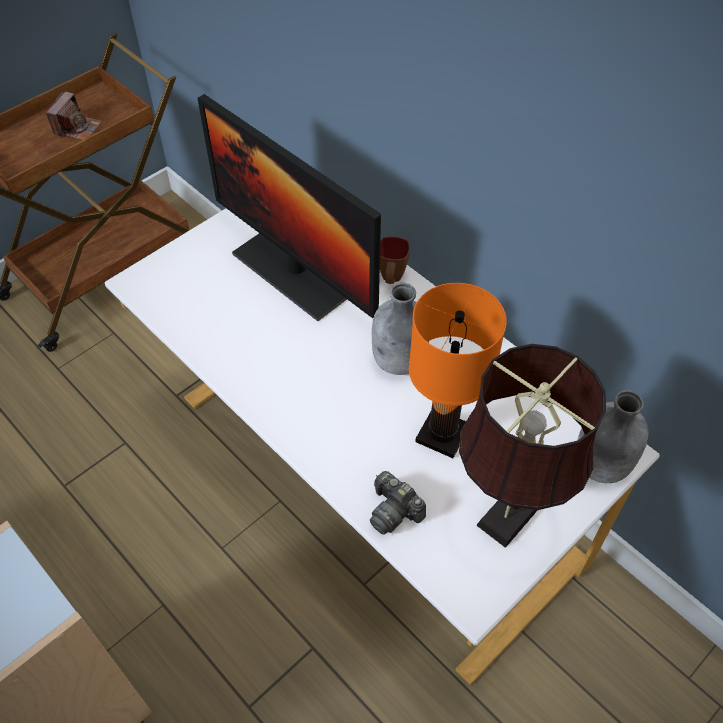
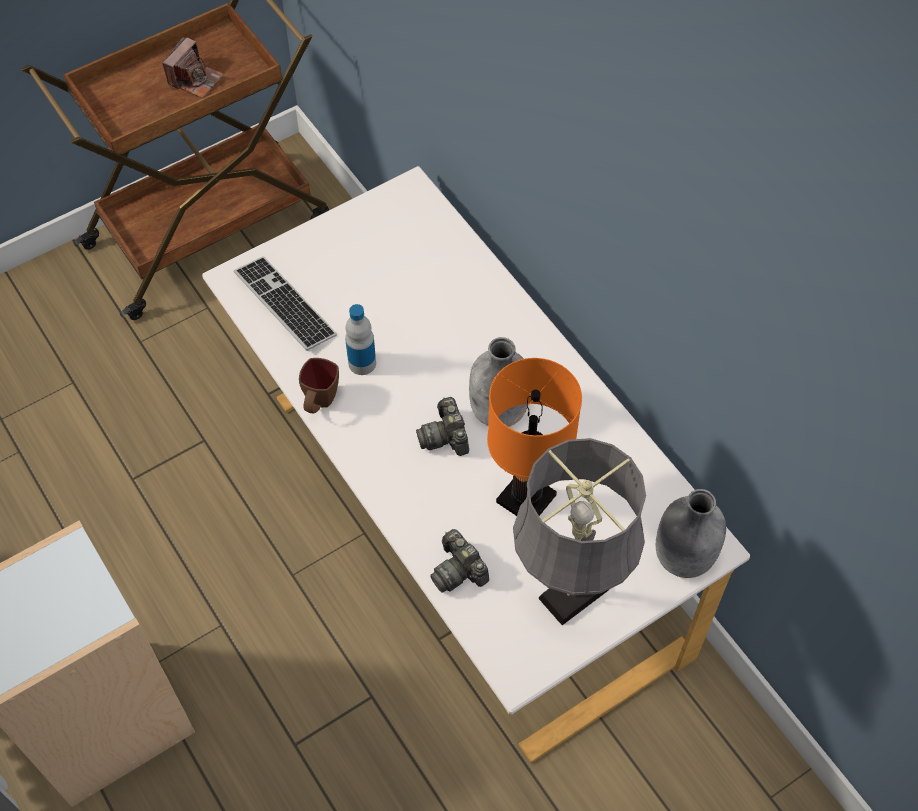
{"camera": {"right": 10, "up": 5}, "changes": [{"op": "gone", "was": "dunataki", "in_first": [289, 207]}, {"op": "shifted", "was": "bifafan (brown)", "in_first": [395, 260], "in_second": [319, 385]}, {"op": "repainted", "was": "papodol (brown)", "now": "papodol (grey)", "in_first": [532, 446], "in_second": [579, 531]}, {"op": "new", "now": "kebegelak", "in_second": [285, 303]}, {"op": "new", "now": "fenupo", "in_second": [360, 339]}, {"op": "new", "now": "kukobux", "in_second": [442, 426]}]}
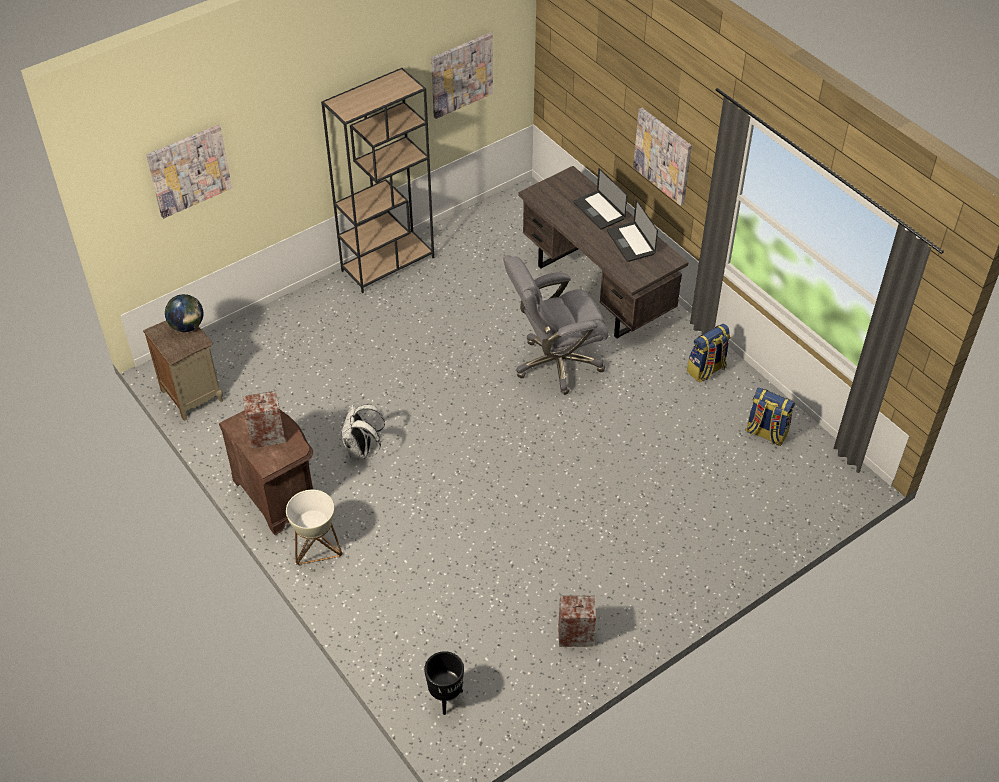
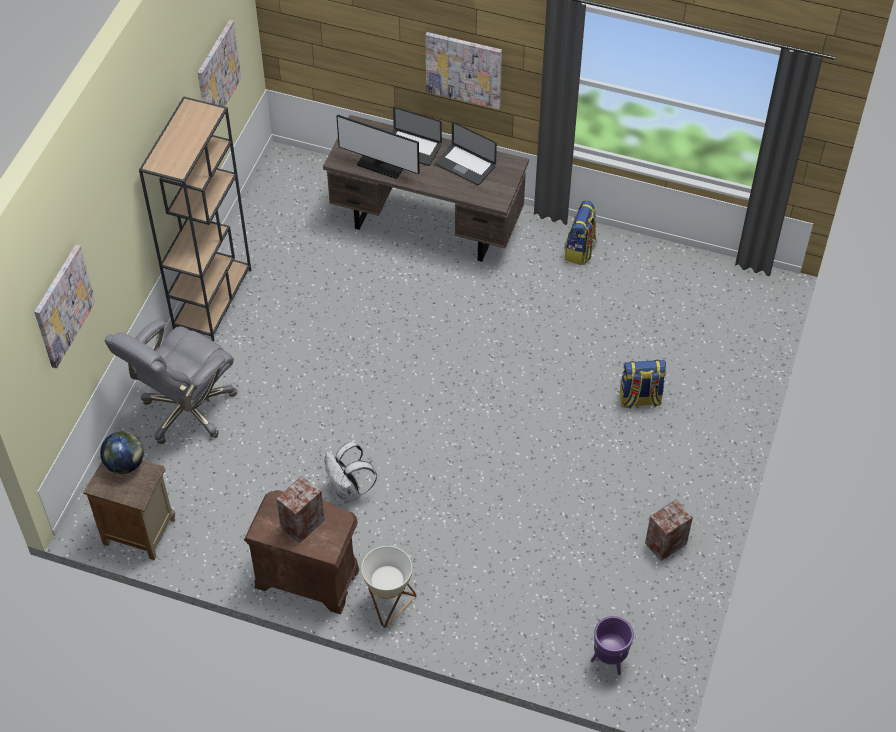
{"camera": {"right": -35, "up": 5}, "changes": [{"op": "shifted", "was": "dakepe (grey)", "in_first": [556, 325], "in_second": [171, 382]}, {"op": "shifted", "was": "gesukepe", "in_first": [770, 416], "in_second": [643, 384]}, {"op": "repainted", "was": "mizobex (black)", "now": "mizobex (purple)", "in_first": [444, 683], "in_second": [612, 645]}, {"op": "new", "now": "dunataki", "in_second": [378, 146]}]}
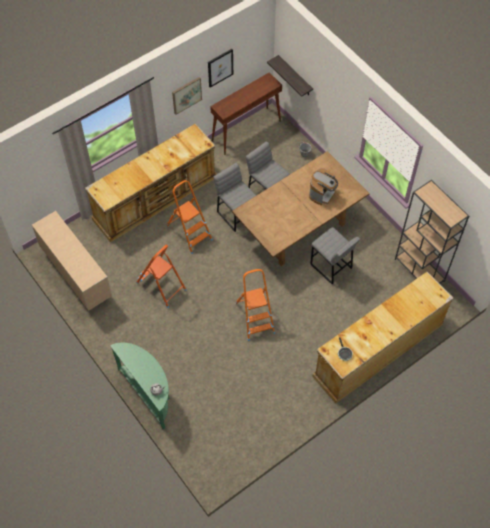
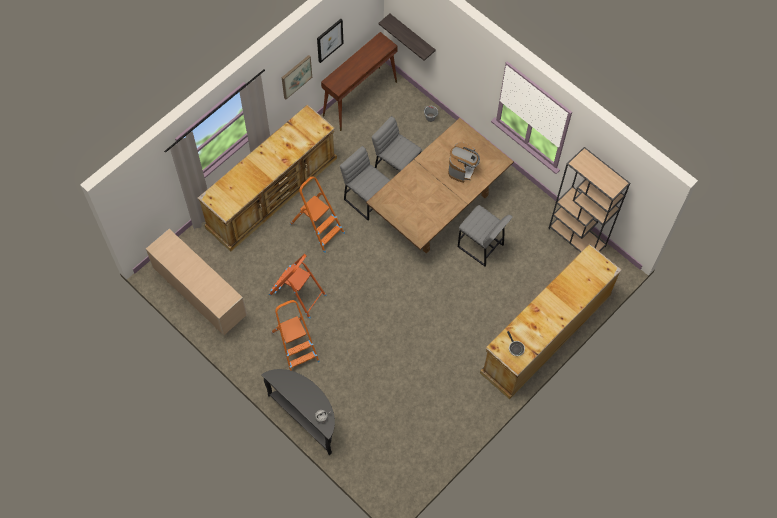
{"camera": {"right": -10, "up": 5}, "changes": [{"op": "shifted", "was": "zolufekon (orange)", "in_first": [255, 305], "in_second": [295, 335]}, {"op": "repainted", "was": "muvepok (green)", "now": "muvepok (black)", "in_first": [140, 386], "in_second": [298, 412]}]}
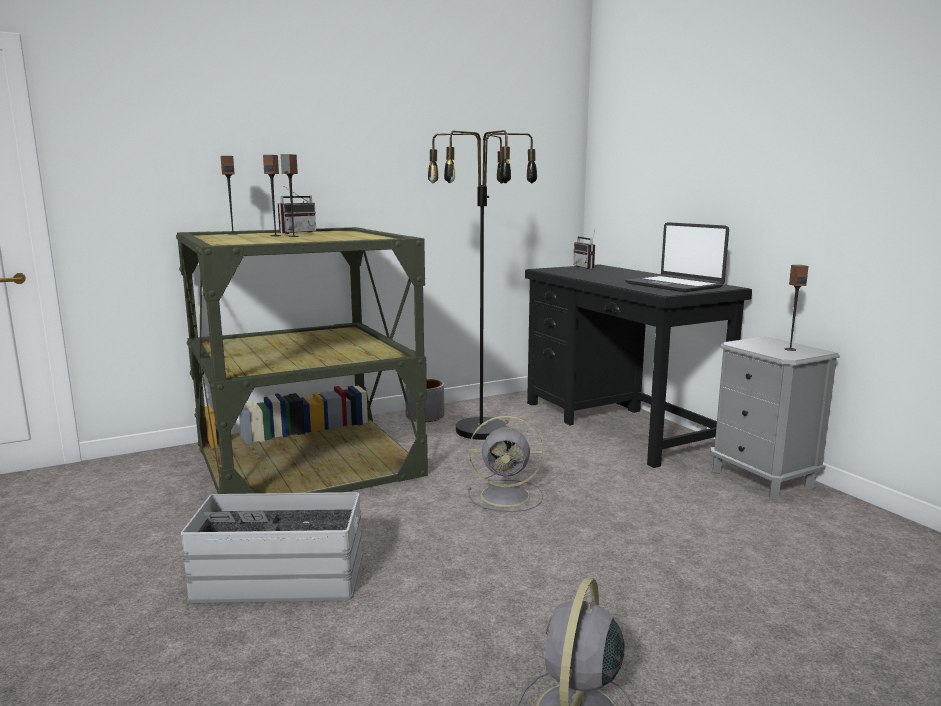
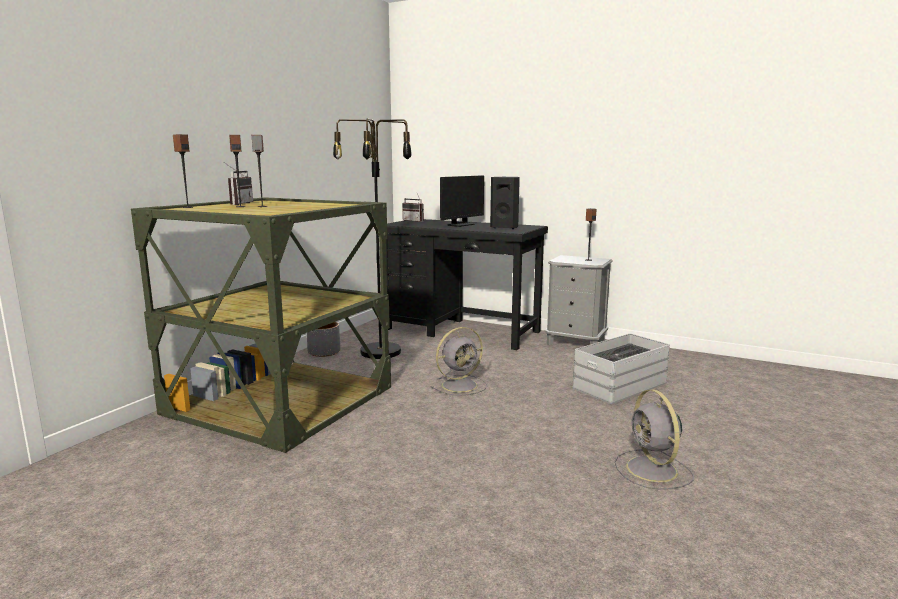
{"camera": {"right": -35, "up": 0}, "changes": [{"op": "swapped", "was": "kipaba", "now": "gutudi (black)", "in_first": [677, 257], "in_second": [505, 203]}, {"op": "shifted", "was": "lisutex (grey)", "in_first": [272, 547], "in_second": [621, 369]}, {"op": "new", "now": "dunataki", "in_second": [462, 201]}]}
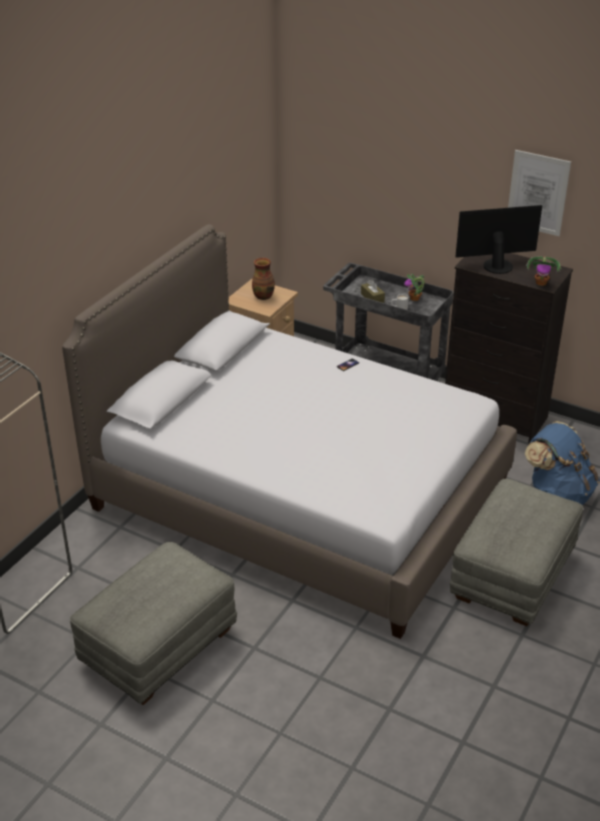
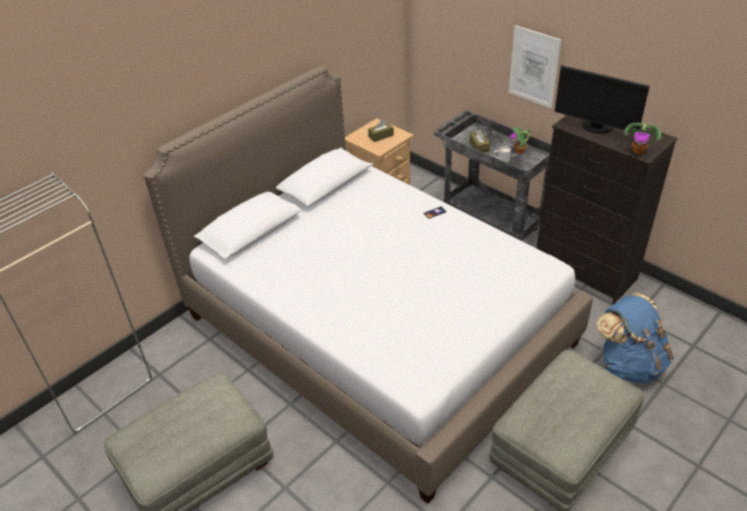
{"camera": {"right": 15, "up": 5}, "changes": [{"op": "shifted", "was": "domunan", "in_first": [539, 193], "in_second": [535, 66]}, {"op": "rotated", "was": "dunataki", "in_first": [499, 239], "in_second": [602, 99], "clockwise": -150}, {"op": "swapped", "was": "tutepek", "now": "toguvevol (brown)", "in_first": [263, 279], "in_second": [381, 131]}]}
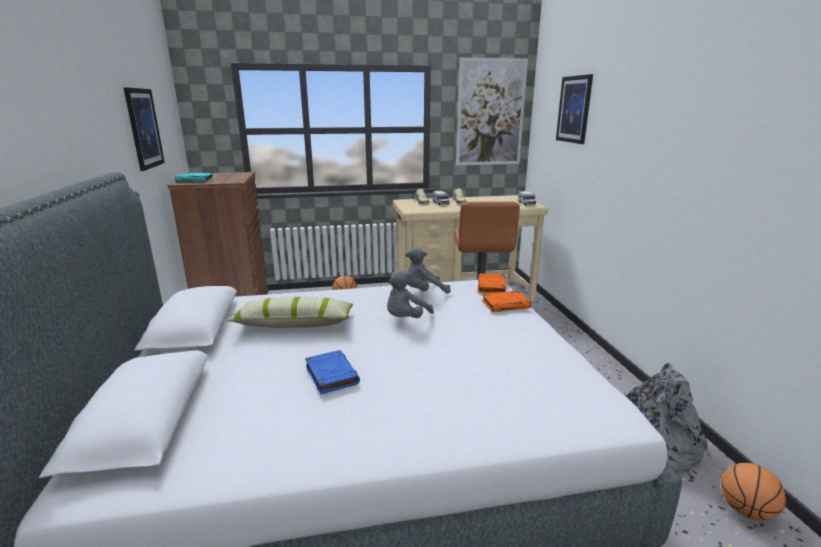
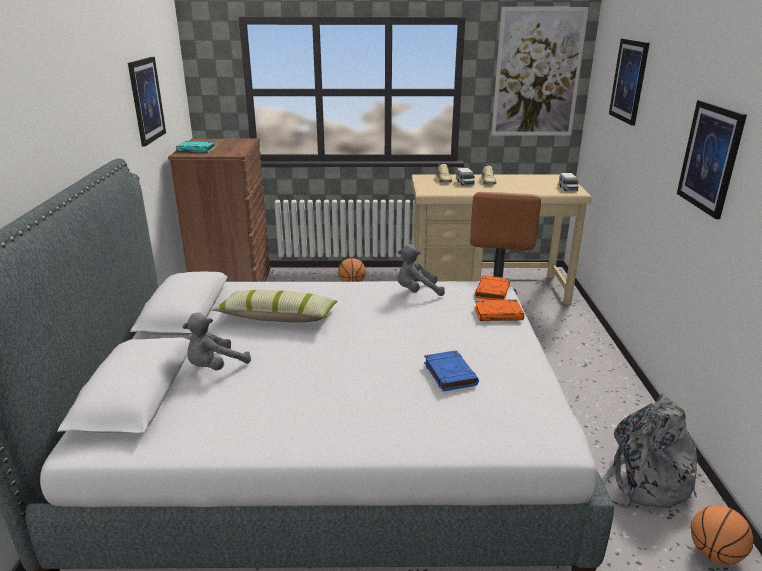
{"camera": {"right": 10, "up": 5}, "changes": [{"op": "shifted", "was": "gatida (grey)", "in_first": [410, 294], "in_second": [216, 341]}, {"op": "shifted", "was": "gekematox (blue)", "in_first": [332, 372], "in_second": [451, 370]}, {"op": "new", "now": "domunan", "in_second": [712, 159]}]}
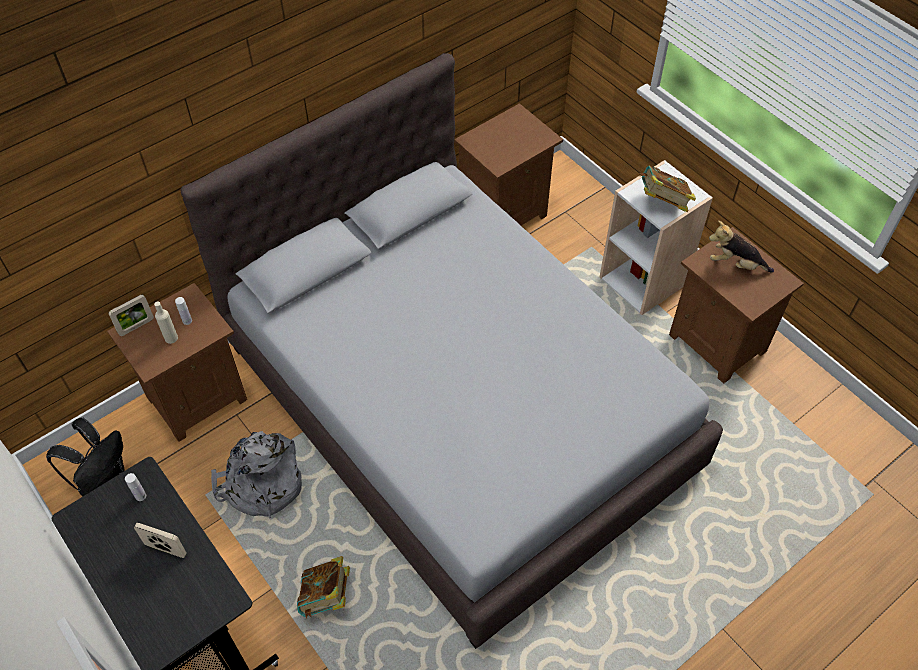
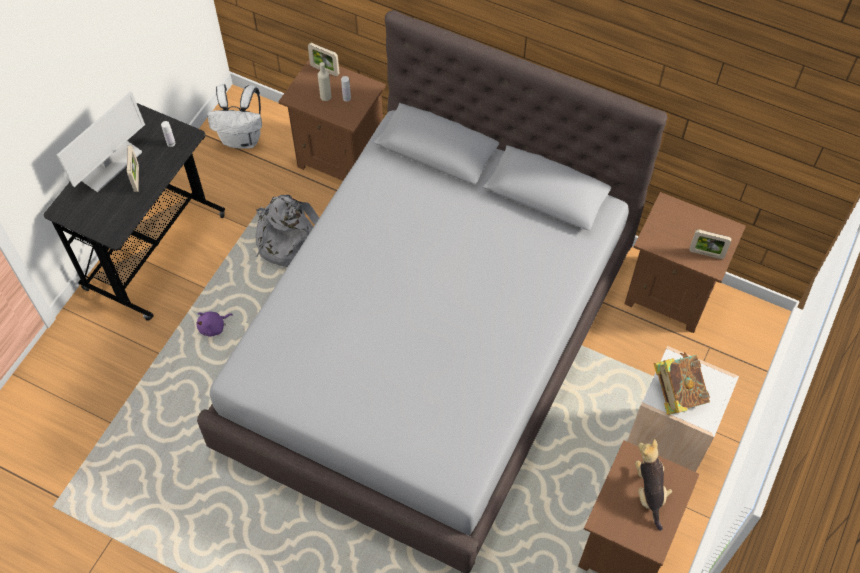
{"camera": {"right": 65, "up": 5}, "changes": [{"op": "repainted", "was": "gesukepe (black)", "now": "gesukepe (white)", "in_first": [85, 456], "in_second": [234, 116]}, {"op": "swapped", "was": "gekematox", "now": "gatida (purple)", "in_first": [323, 587], "in_second": [214, 324]}, {"op": "new", "now": "dunataki", "in_second": [101, 142]}, {"op": "new", "now": "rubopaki", "in_second": [710, 244]}]}
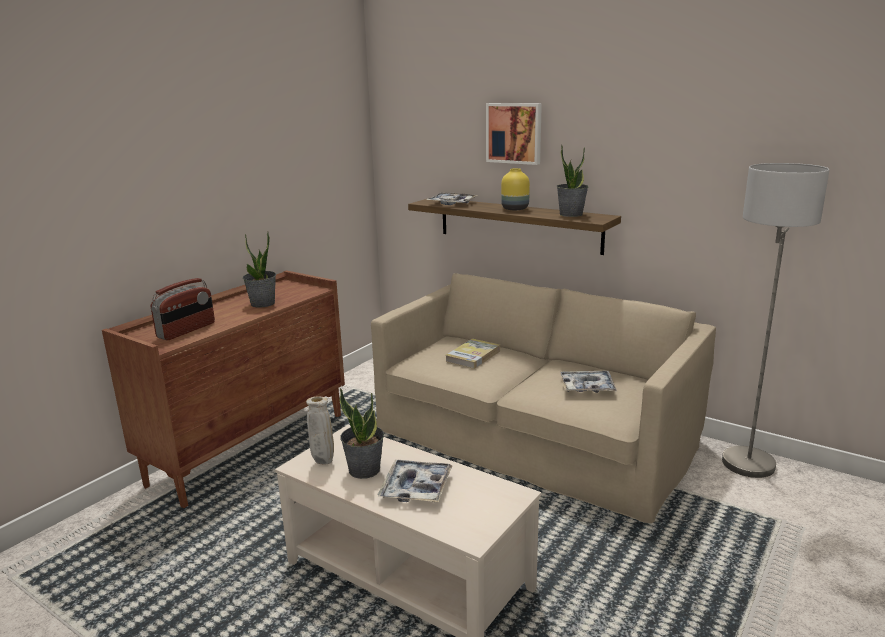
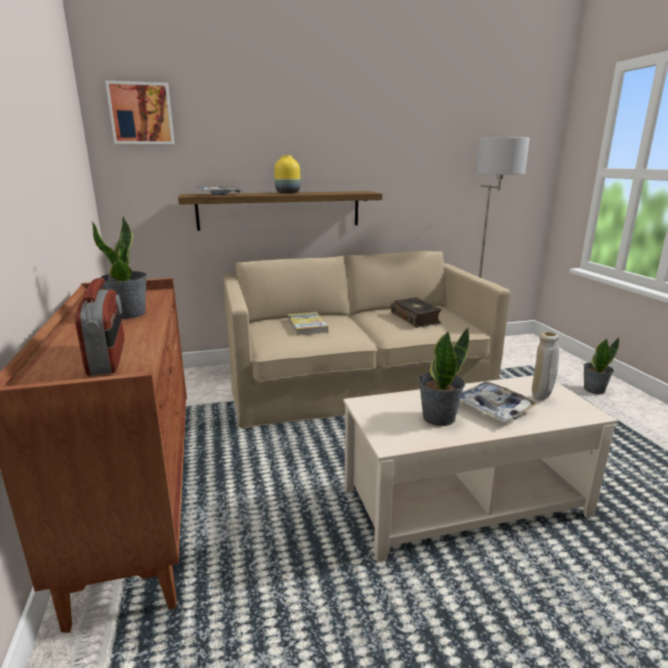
{"camera": {"right": -50, "up": 0}, "changes": [{"op": "shifted", "was": "domunan", "in_first": [514, 134], "in_second": [139, 112]}, {"op": "shifted", "was": "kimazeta", "in_first": [572, 181], "in_second": [601, 366]}, {"op": "swapped", "was": "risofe", "now": "gekematox", "in_first": [588, 382], "in_second": [416, 312]}, {"op": "shifted", "was": "tutepek (beige)", "in_first": [320, 430], "in_second": [546, 366]}]}
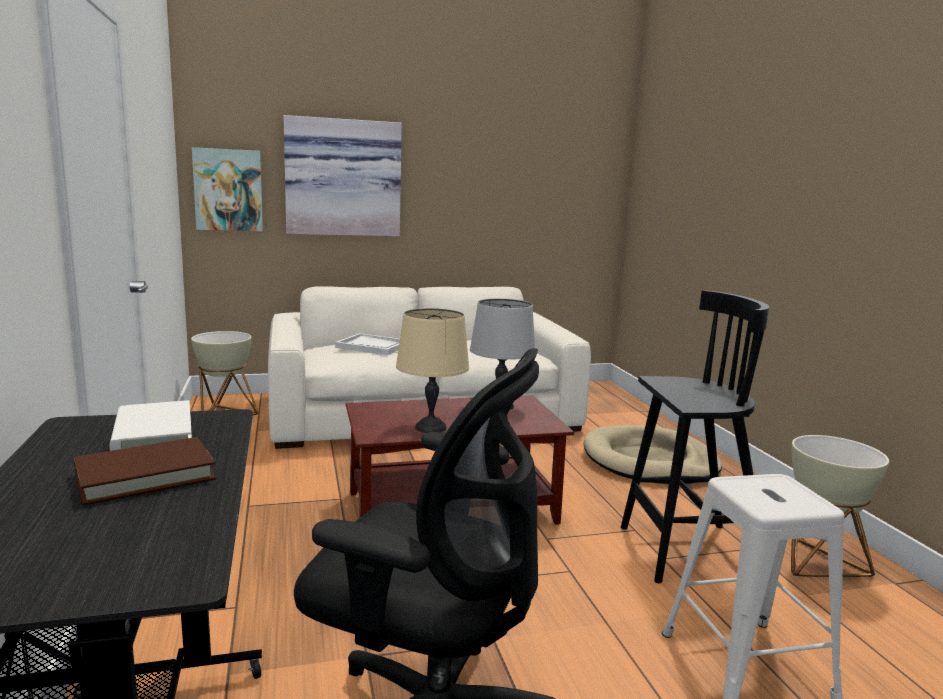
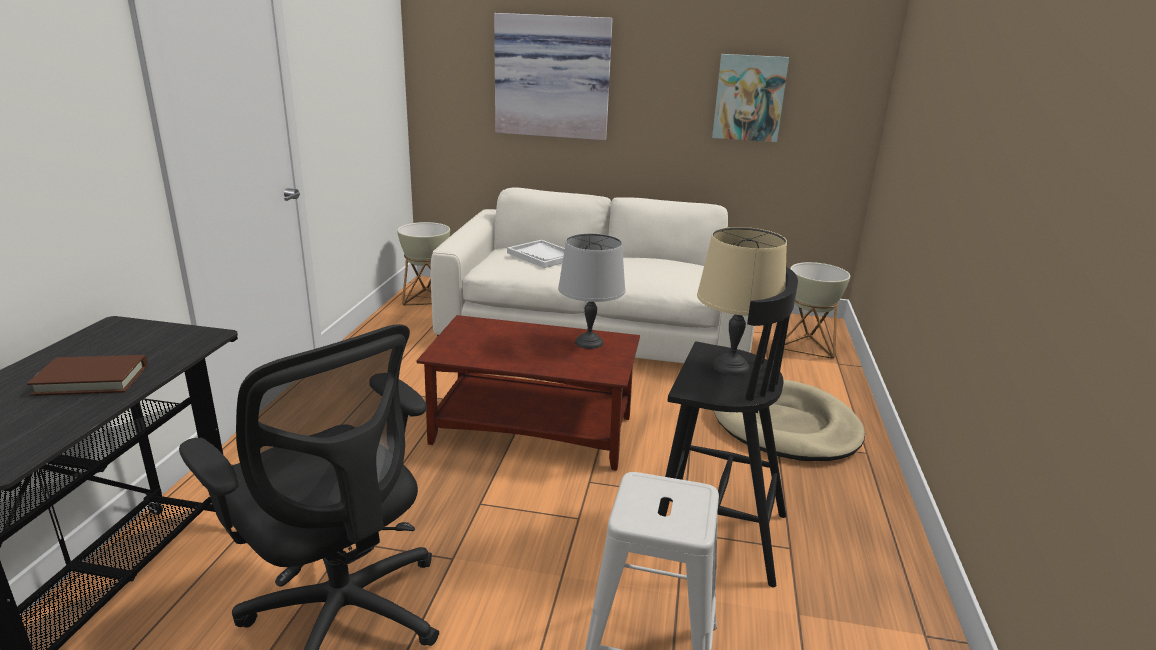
{"camera": {"right": 25, "up": 10}, "changes": [{"op": "shifted", "was": "domunan", "in_first": [227, 189], "in_second": [750, 98]}, {"op": "shifted", "was": "papodol (beige)", "in_first": [432, 370], "in_second": [742, 301]}, {"op": "gone", "was": "gekematox (white)", "in_first": [150, 425]}, {"op": "shifted", "was": "mizobex", "in_first": [840, 506], "in_second": [817, 310]}]}
